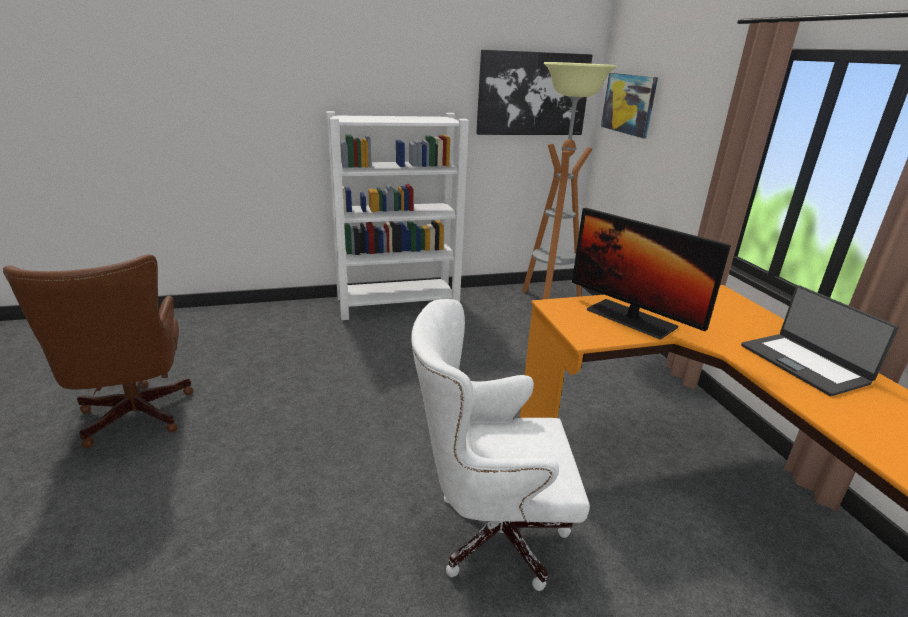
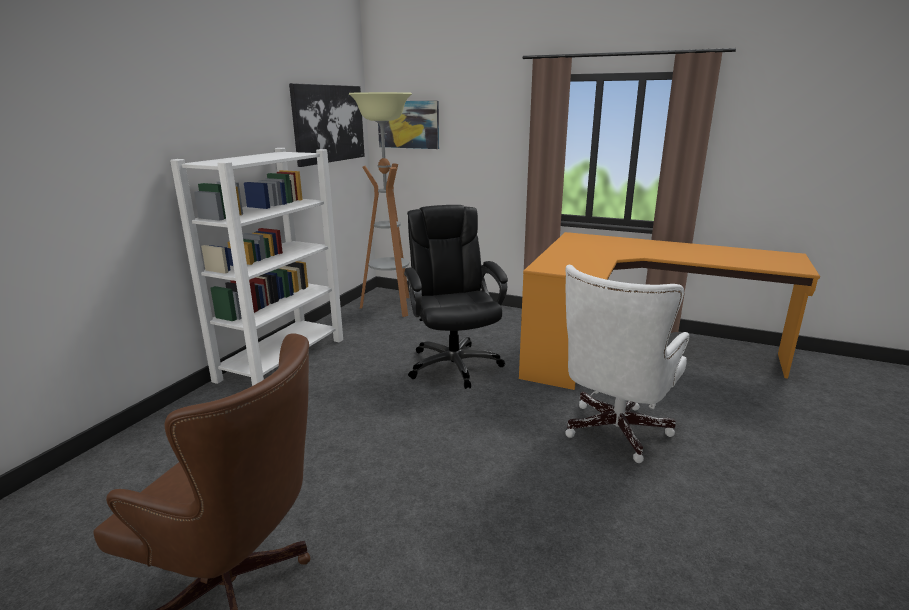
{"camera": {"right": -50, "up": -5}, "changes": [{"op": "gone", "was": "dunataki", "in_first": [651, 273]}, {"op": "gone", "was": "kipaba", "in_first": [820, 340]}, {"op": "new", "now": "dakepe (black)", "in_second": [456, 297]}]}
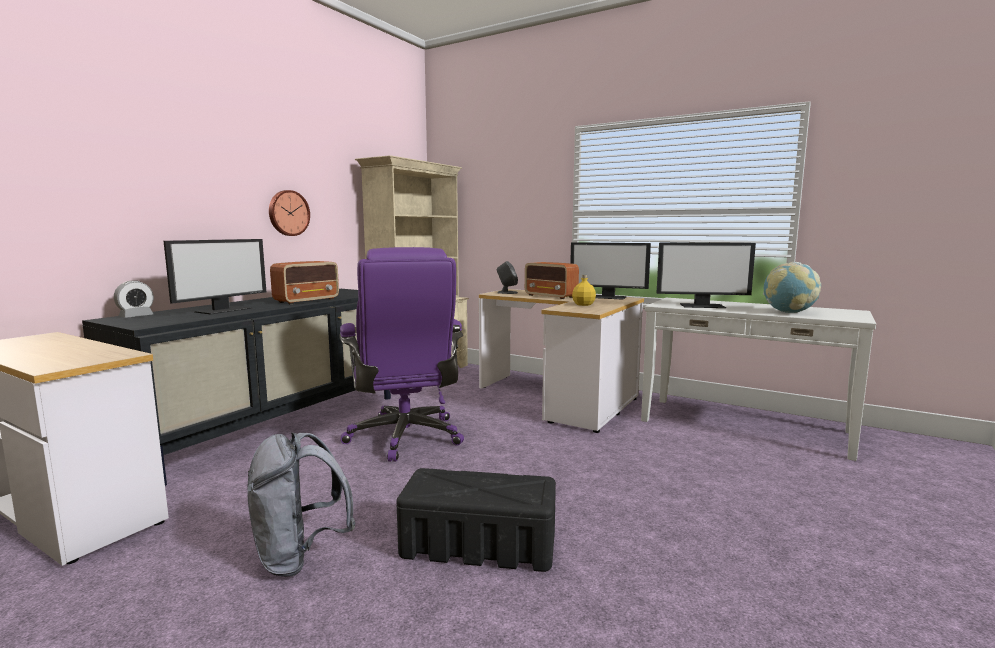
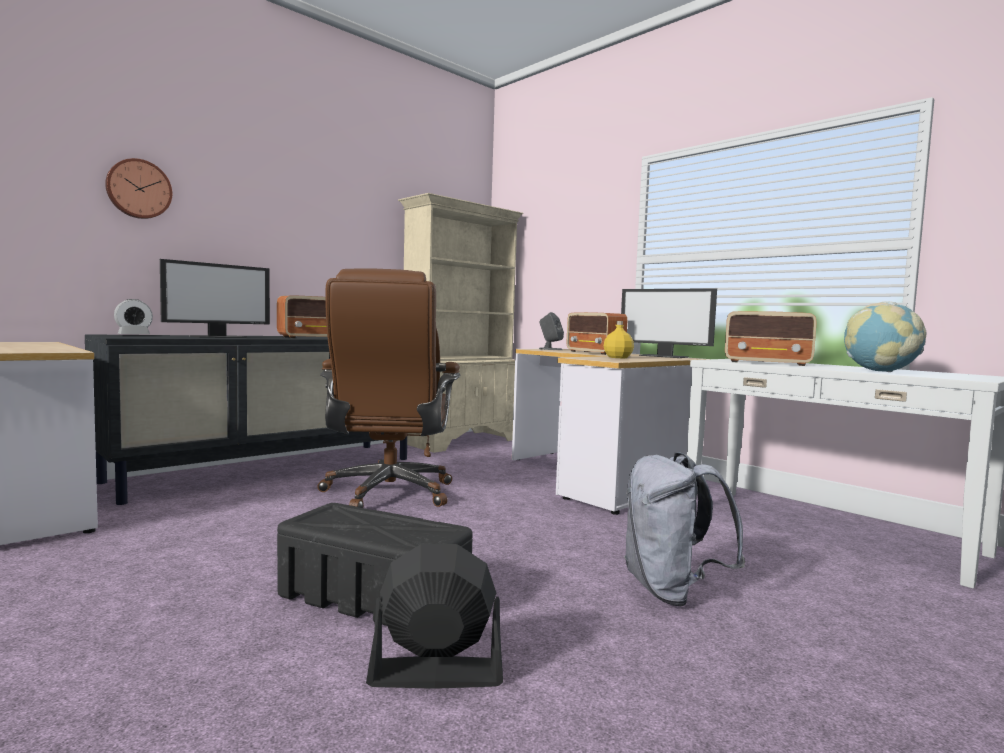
{"camera": {"right": 15, "up": -5}, "changes": [{"op": "shifted", "was": "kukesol", "in_first": [289, 213], "in_second": [138, 188]}, {"op": "swapped", "was": "dunataki", "now": "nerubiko", "in_first": [706, 275], "in_second": [771, 338]}, {"op": "repainted", "was": "dakepe (purple)", "now": "dakepe (brown)", "in_first": [402, 354], "in_second": [388, 388]}, {"op": "shifted", "was": "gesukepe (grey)", "in_first": [301, 504], "in_second": [685, 529]}, {"op": "new", "now": "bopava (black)", "in_second": [434, 616]}]}
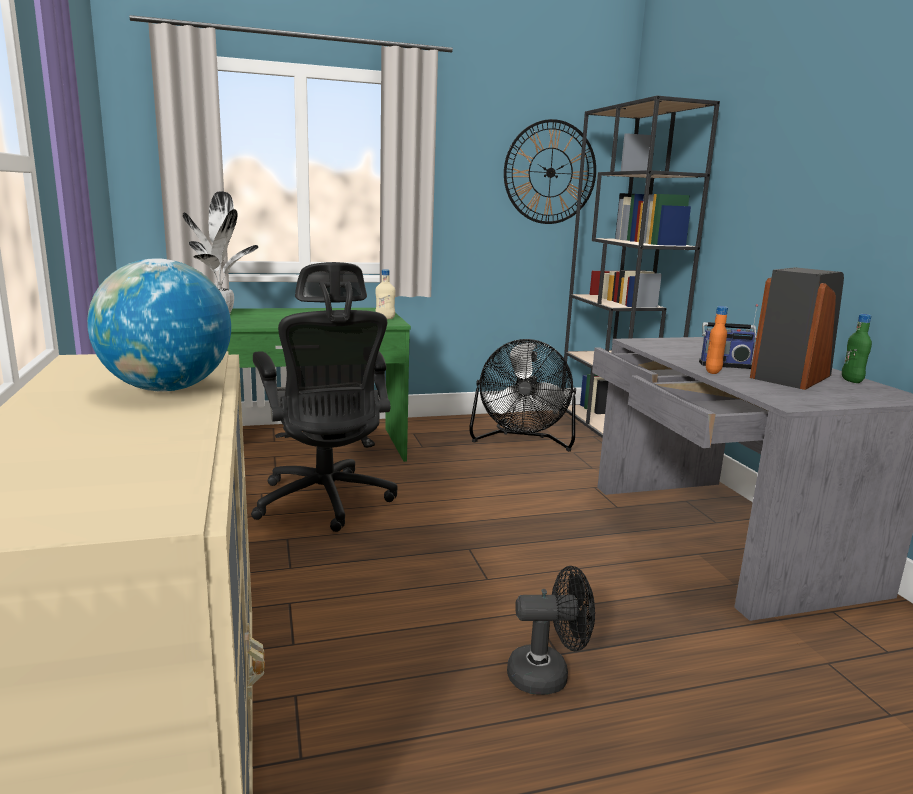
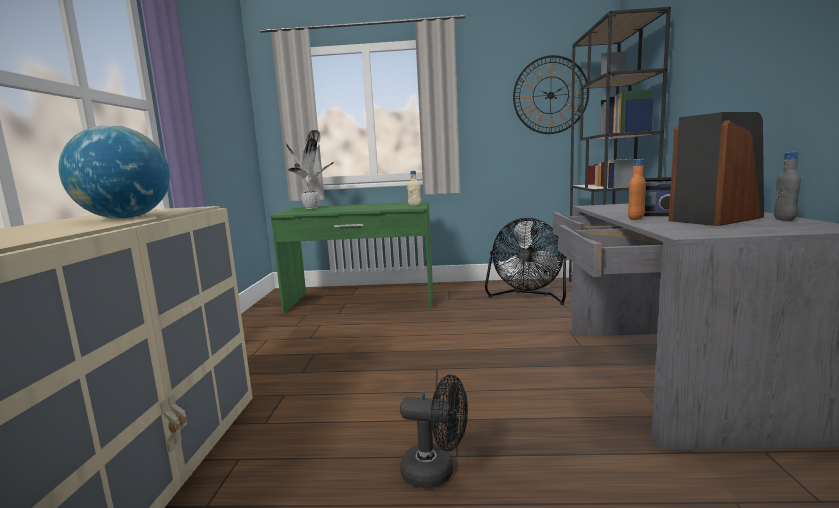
{"camera": {"right": 20, "up": -5}, "changes": [{"op": "gone", "was": "dakepe", "in_first": [324, 397]}, {"op": "repainted", "was": "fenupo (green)", "now": "fenupo (grey)", "in_first": [857, 348], "in_second": [787, 186]}]}
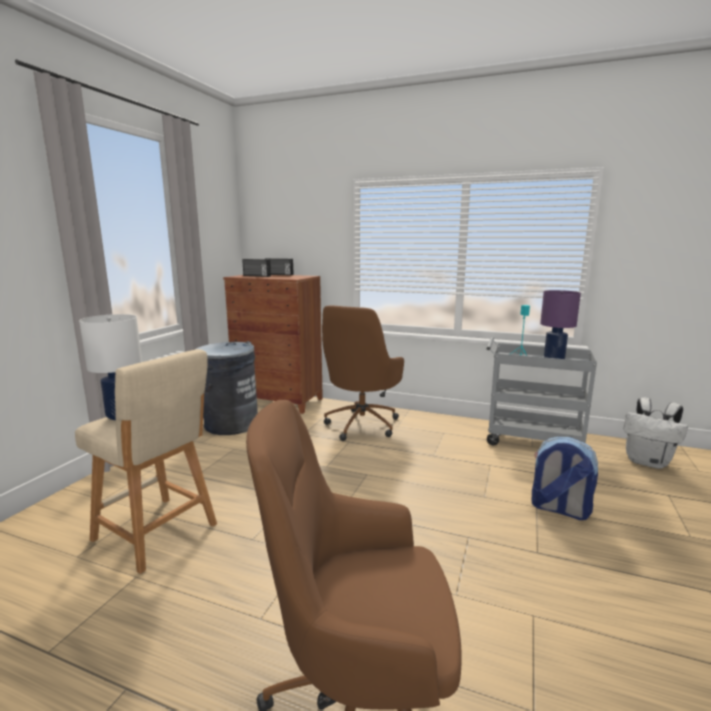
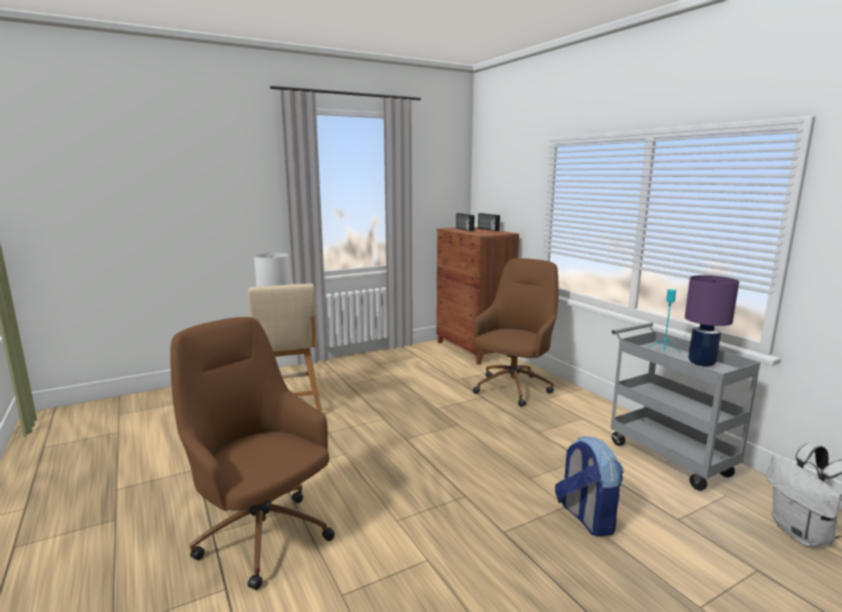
{"camera": {"right": 40, "up": 0}, "changes": [{"op": "rotated", "was": "dakepe (brown)", "in_first": [363, 373], "in_second": [516, 332], "clockwise": 150}, {"op": "gone", "was": "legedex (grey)", "in_first": [227, 388]}]}
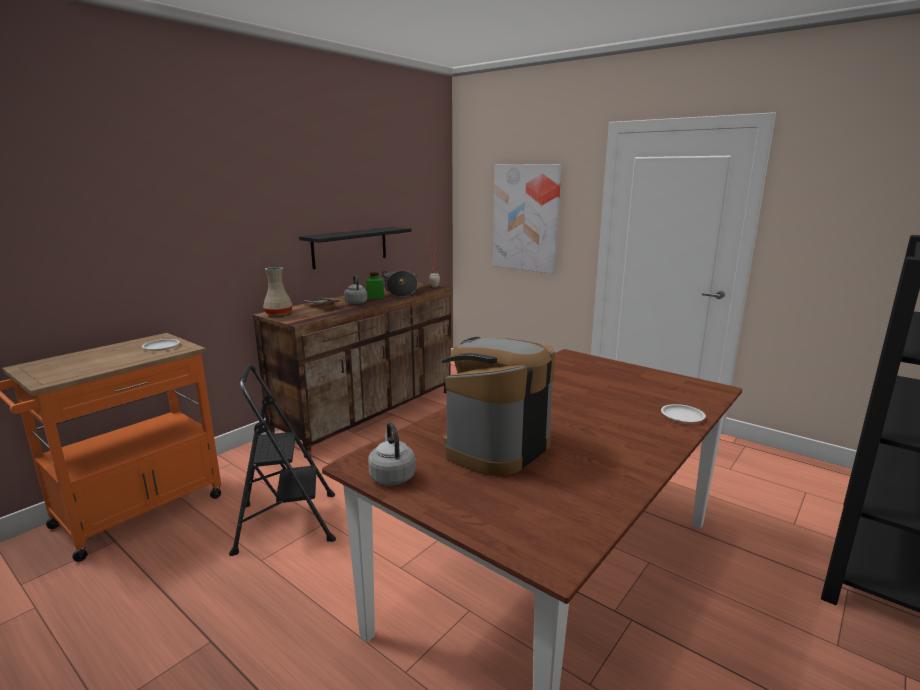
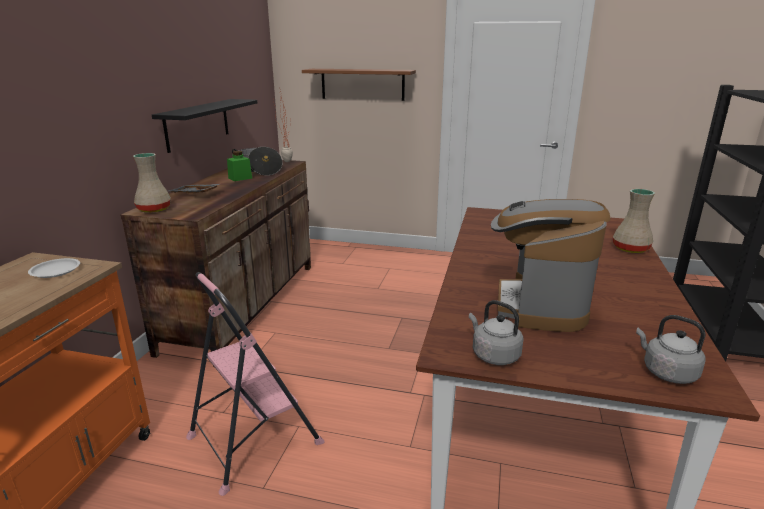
{"camera": {"right": -25, "up": 5}, "changes": [{"op": "swapped", "was": "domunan", "now": "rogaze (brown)", "in_first": [527, 219], "in_second": [359, 85]}, {"op": "shifted", "was": "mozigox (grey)", "in_first": [355, 289], "in_second": [671, 349]}, {"op": "repainted", "was": "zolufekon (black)", "now": "zolufekon (pink)", "in_first": [282, 460], "in_second": [255, 384]}, {"op": "swapped", "was": "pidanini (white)", "now": "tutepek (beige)", "in_first": [683, 413], "in_second": [634, 221]}]}
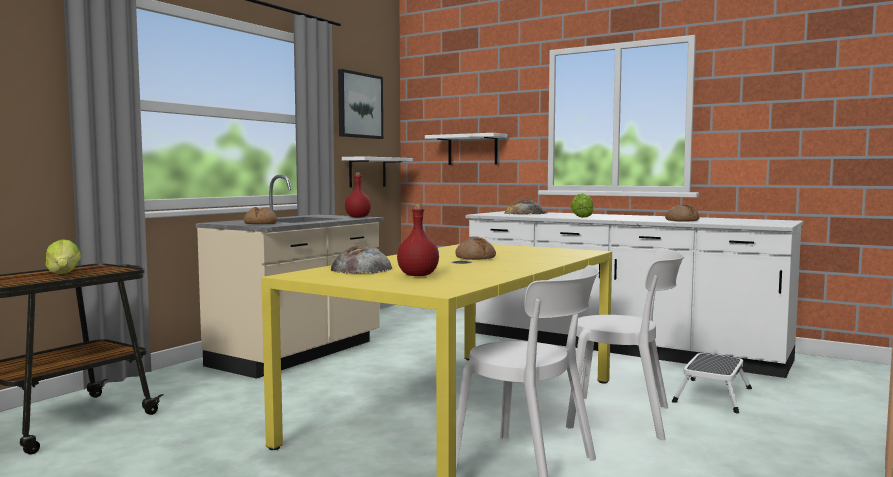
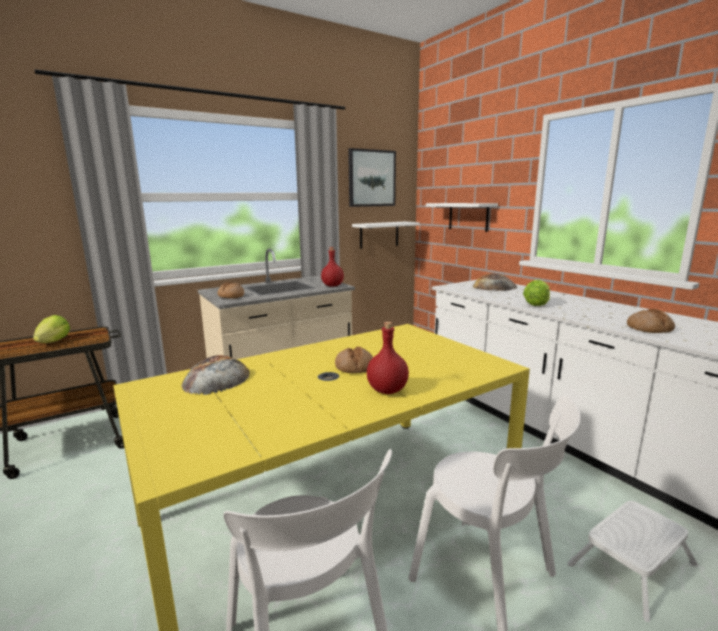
{"camera": {"right": 25, "up": 10}, "changes": [{"op": "shifted", "was": "fenupo (red)", "in_first": [418, 239], "in_second": [388, 358]}, {"op": "repainted", "was": "zolufekon (black)", "now": "zolufekon (white)", "in_first": [712, 383], "in_second": [633, 561]}]}
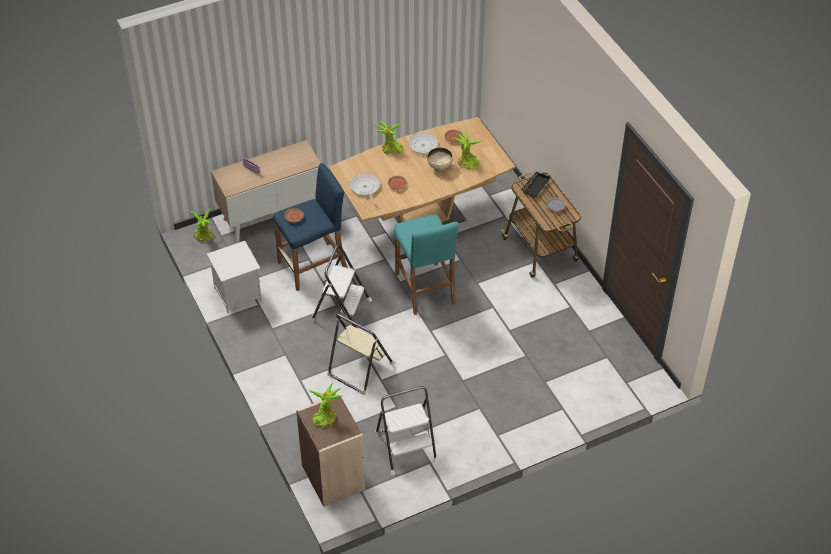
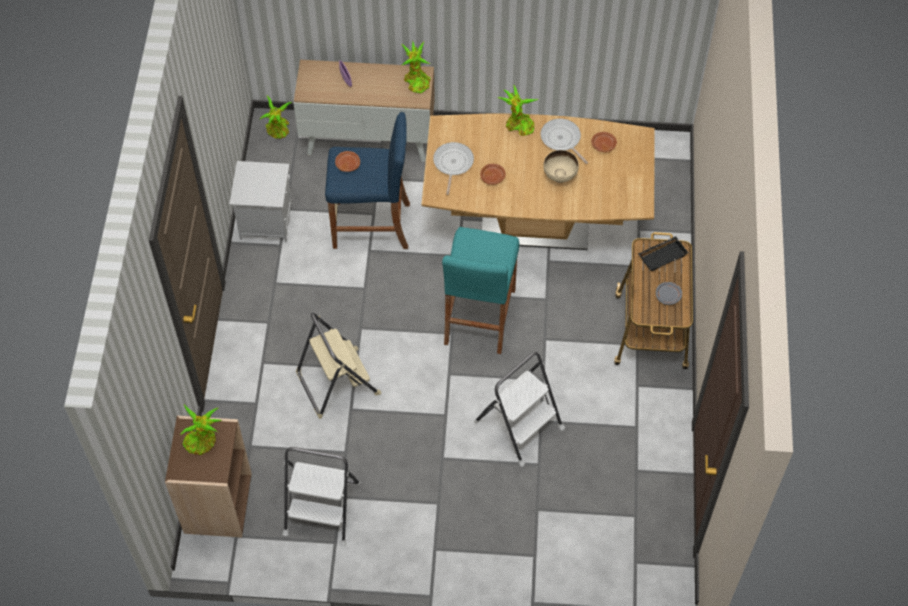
{"camera": {"right": 30, "up": 10}, "changes": [{"op": "shifted", "was": "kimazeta", "in_first": [467, 150], "in_second": [416, 68]}, {"op": "shifted", "was": "zolufekon (white)", "in_first": [341, 286], "in_second": [519, 409]}]}
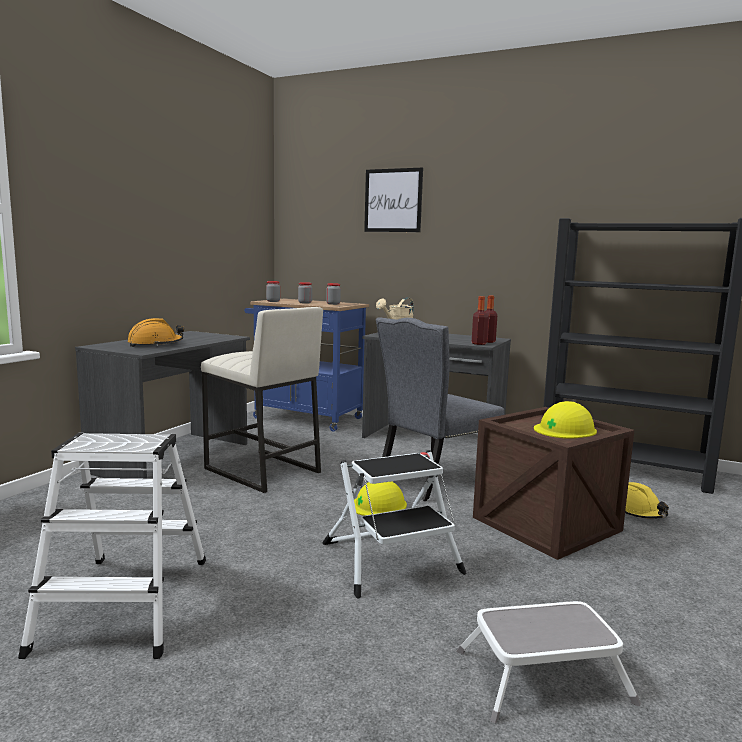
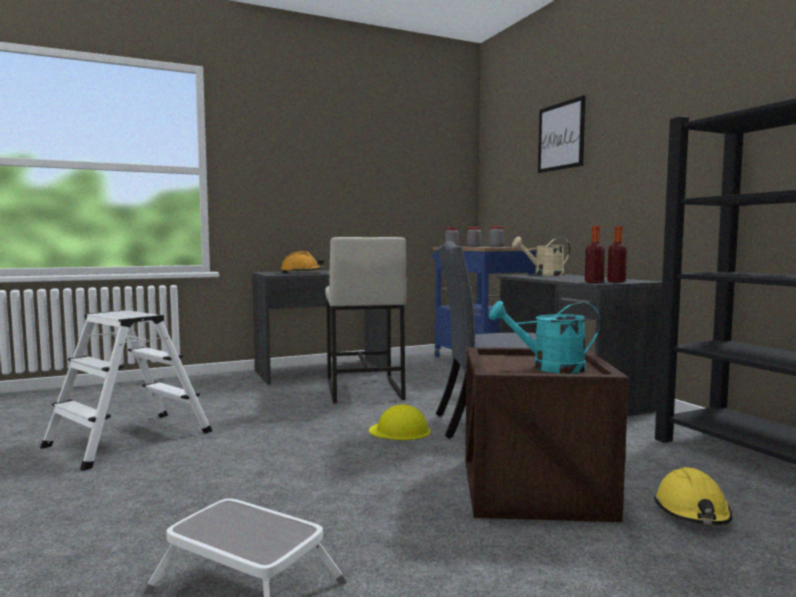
{"camera": {"right": 40, "up": -5}, "changes": [{"op": "swapped", "was": "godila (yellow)", "now": "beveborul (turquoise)", "in_first": [565, 420], "in_second": [544, 337]}, {"op": "gone", "was": "zolufekon", "in_first": [394, 524]}]}
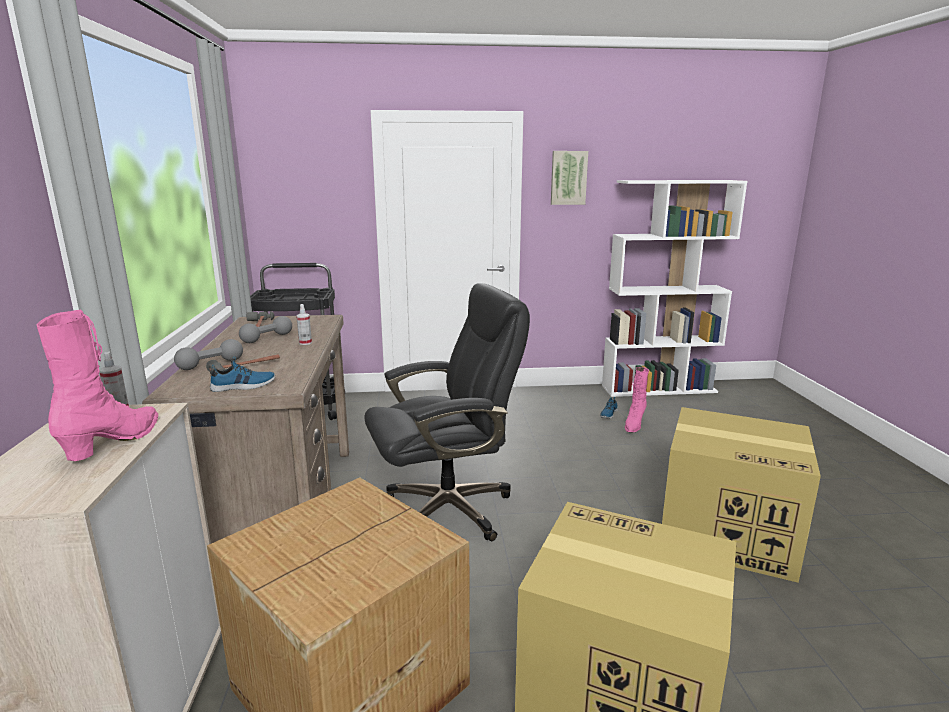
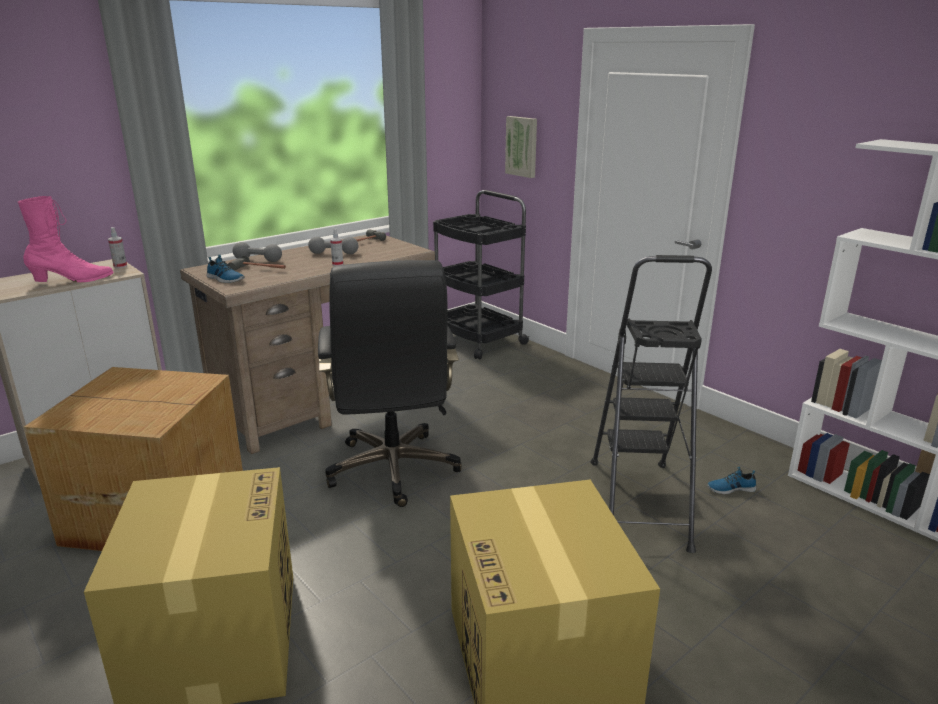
{"camera": {"right": 55, "up": 5}, "changes": [{"op": "shifted", "was": "domunan", "in_first": [569, 178], "in_second": [521, 147]}, {"op": "rotated", "was": "dakepe (black)", "in_first": [447, 412], "in_second": [390, 383], "clockwise": 45}, {"op": "gone", "was": "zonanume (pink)", "in_first": [637, 399]}, {"op": "new", "now": "zolufekon", "in_second": [651, 404]}]}
